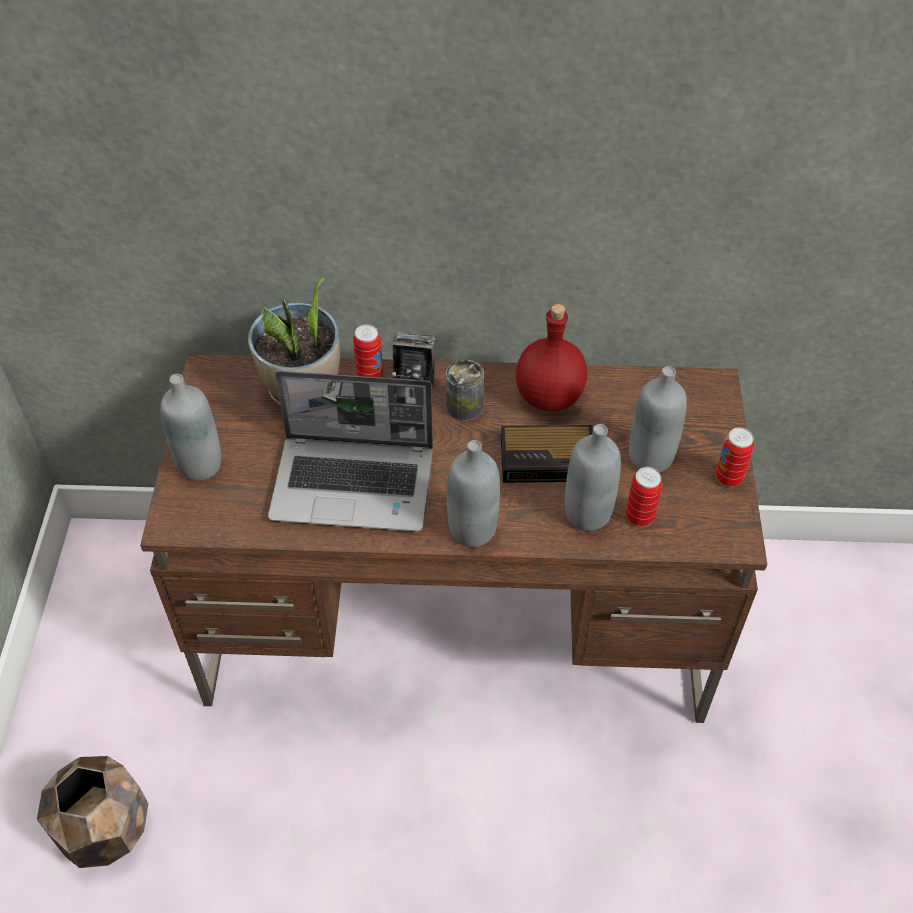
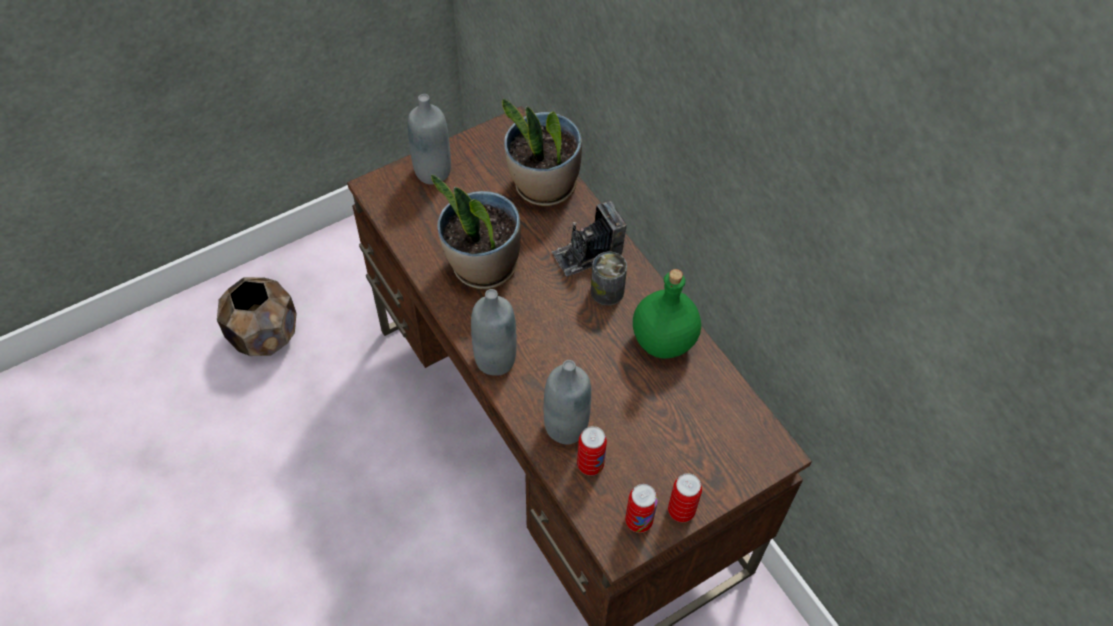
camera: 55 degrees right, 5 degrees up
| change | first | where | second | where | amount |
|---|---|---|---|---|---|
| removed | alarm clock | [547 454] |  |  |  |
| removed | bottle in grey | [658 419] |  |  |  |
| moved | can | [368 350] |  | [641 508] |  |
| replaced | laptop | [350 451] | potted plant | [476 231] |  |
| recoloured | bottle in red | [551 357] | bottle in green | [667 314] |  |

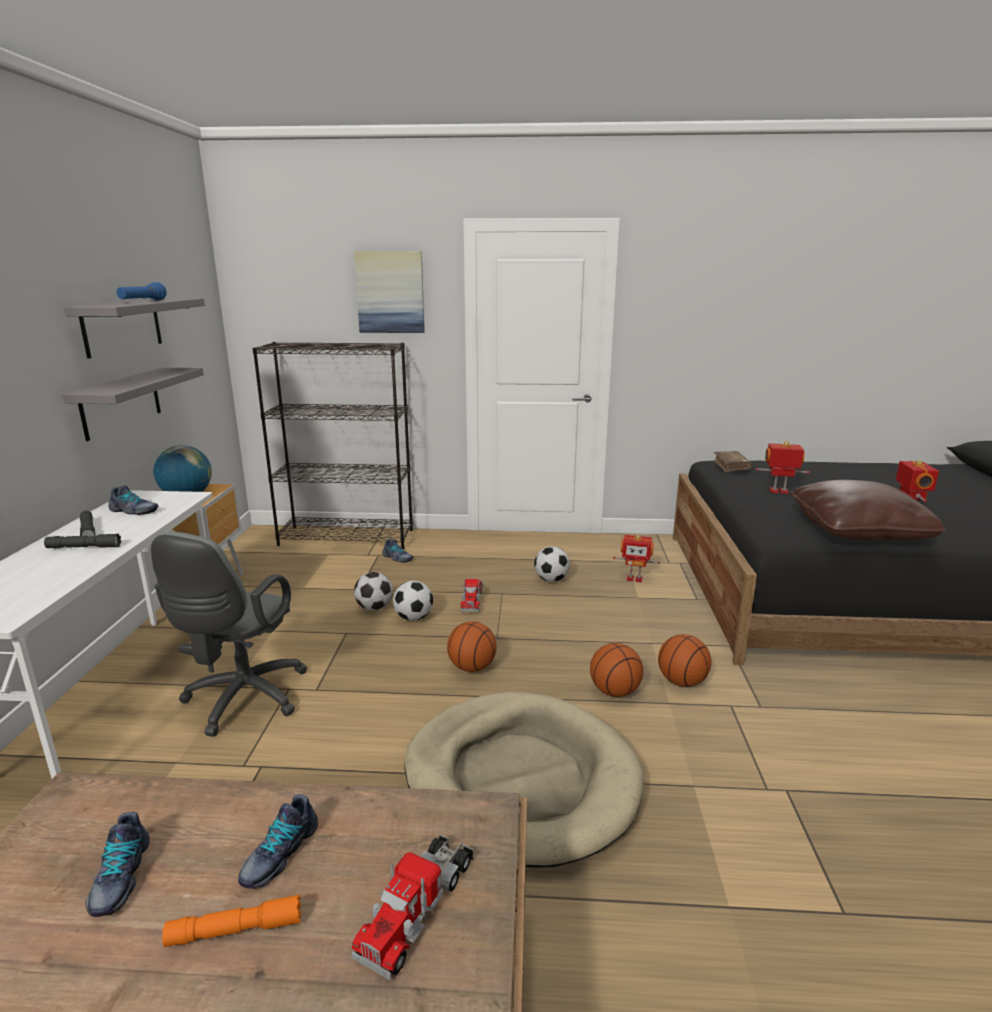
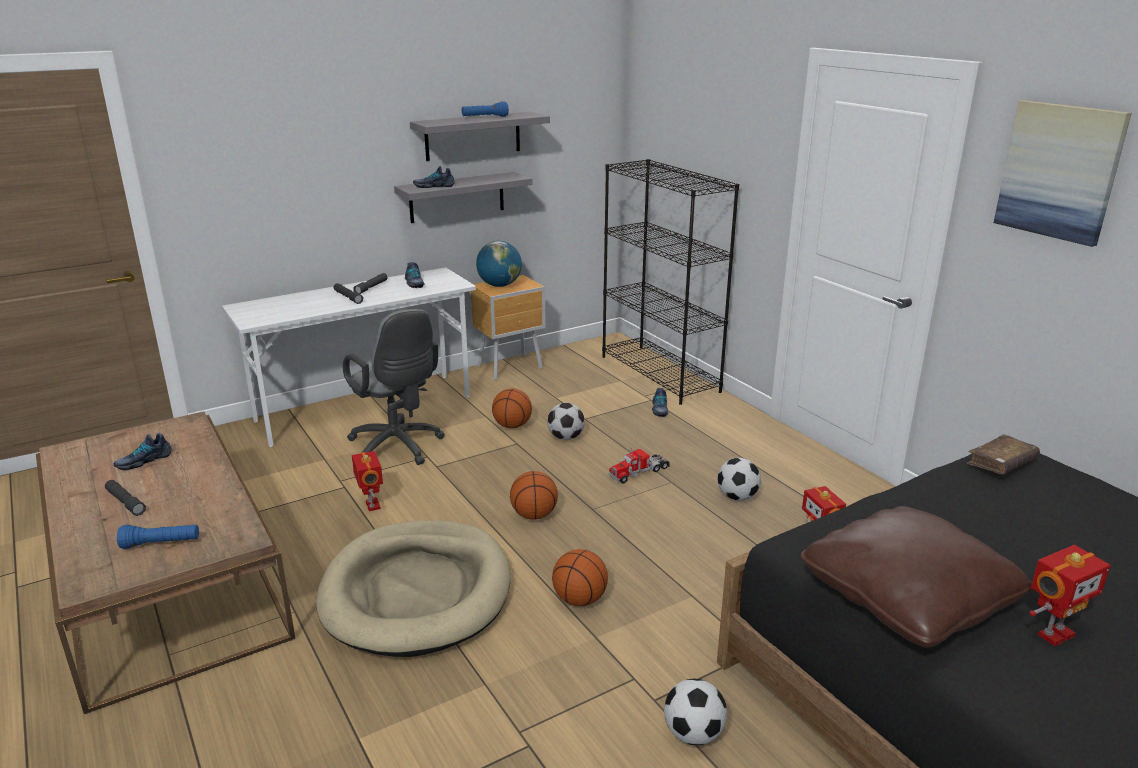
camera: 55 degrees right, 5 degrees up
| change | first | where | second | where | amount |
|---|---|---|---|---|---|
| moved | shoe | [278 841] |  | [434 177] |  |
| moved | picture | [389 292] |  | [1062 173] |  |
| moved | football | [413 601] |  | [695 712] |  |
| moved | basketball | [684 660] |  | [512 408] |  |
| moved | toy robot | [783 467] |  | [367 481] |  |
| replaced | toy truck | [412 907] | flashlight in blue | [158 537] |  |
| recoloured | flashlight in orange | [231 920] | flashlight in grey | [125 498] |  |
| turned | office chair in grey | [229 634] |  | [394 387] | 105 degrees counterclockwise |

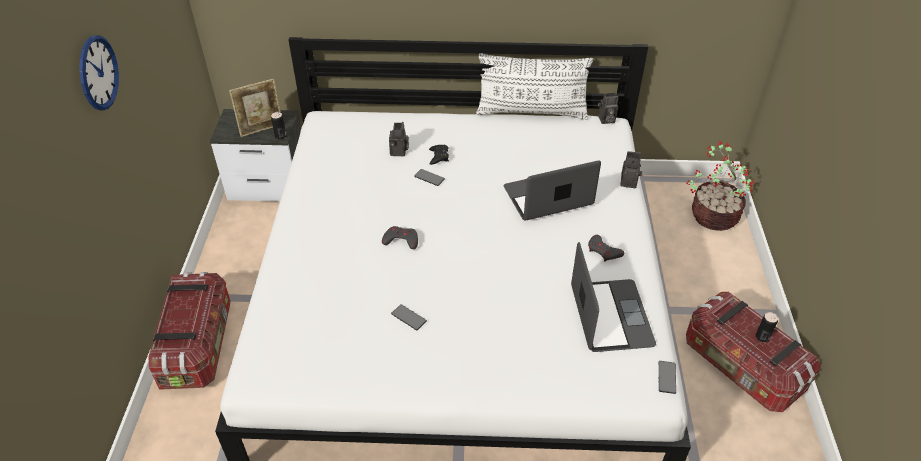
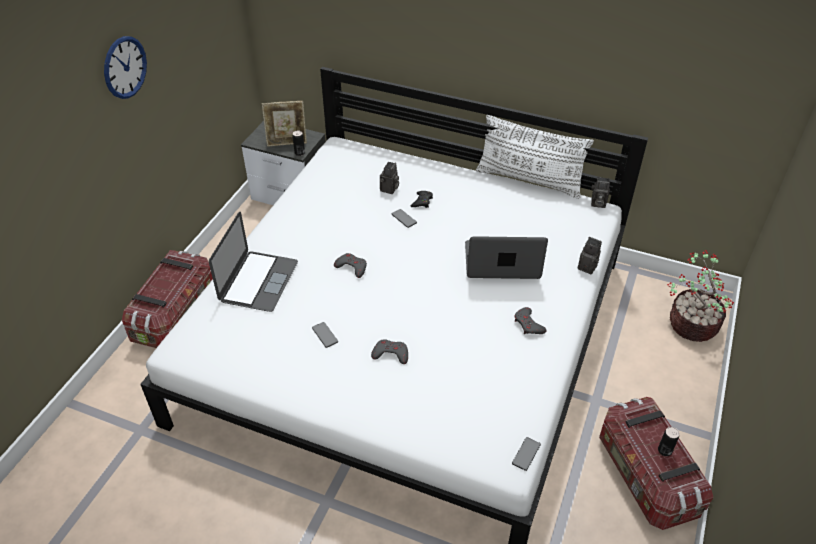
camera: 20 degrees right, 0 degrees up
| change | first | where | second | where | amount |
|---|---|---|---|---|---|
| added |  |  | game controller in grey | [389 351] |  |
| moved | laptop | [613 297] |  | [253 262] |  |

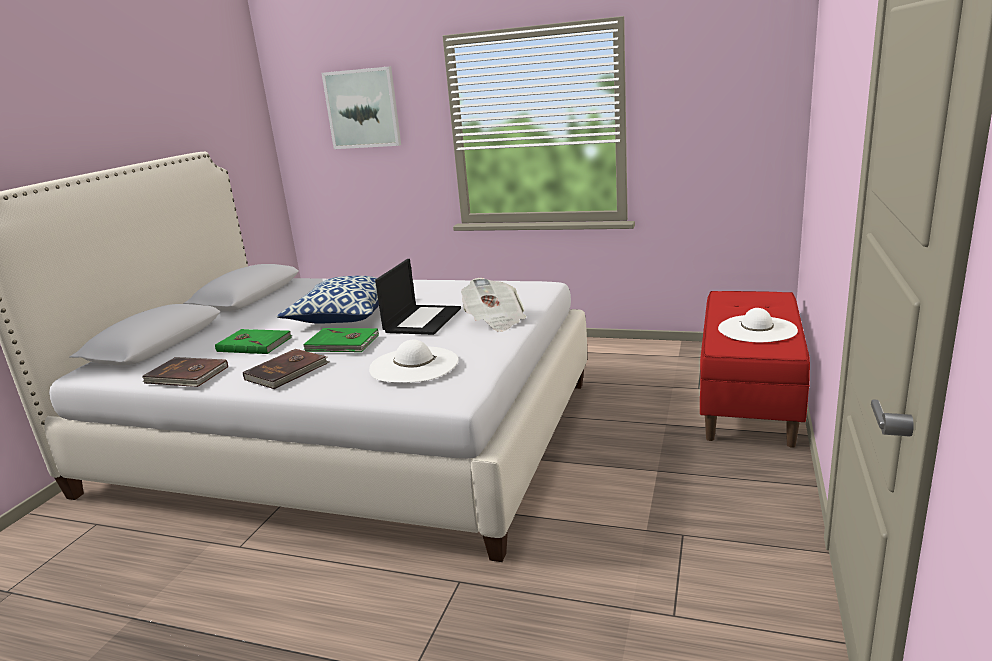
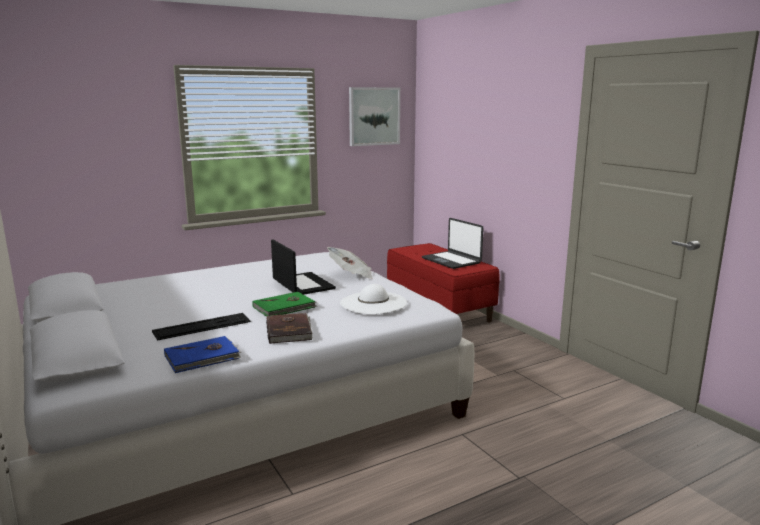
camera: 50 degrees left, 5 degrees down
| change | first | where | second | where | amount |
|---|---|---|---|---|---|
| removed | pillow | [328 300] |  |  |  |
| moved | picture | [361 107] |  | [374 116] |  |
| replaced | book in green | [253 341] | keyboard | [201 327] |  |
| replaced | hat in white | [758 325] | laptop | [453 243] |  |
| recoloured | book in brown | [185 372] | book in blue | [202 354] |  |

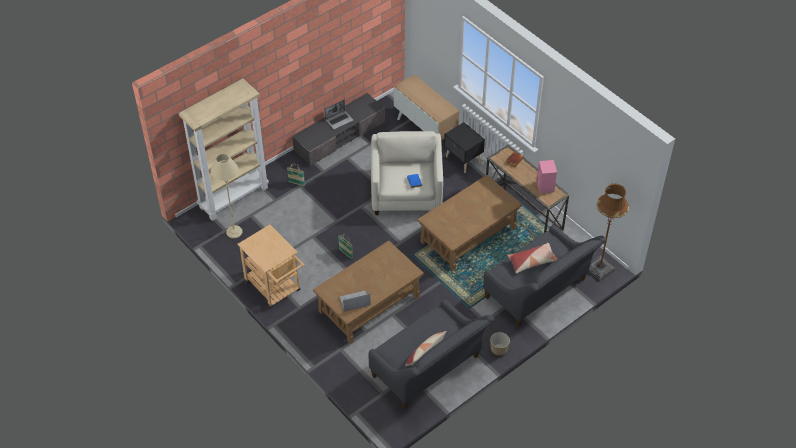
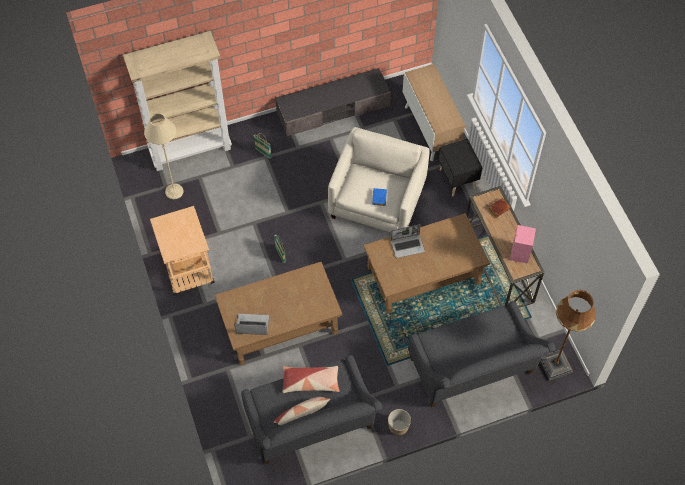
camera: 20 degrees right, 10 degrees up
| change | first | where | second | where | amount |
|---|---|---|---|---|---|
| moved | laptop | [338 114] |  | [407 241] |  |
| moved | pillow | [532 258] |  | [311 379] |  |

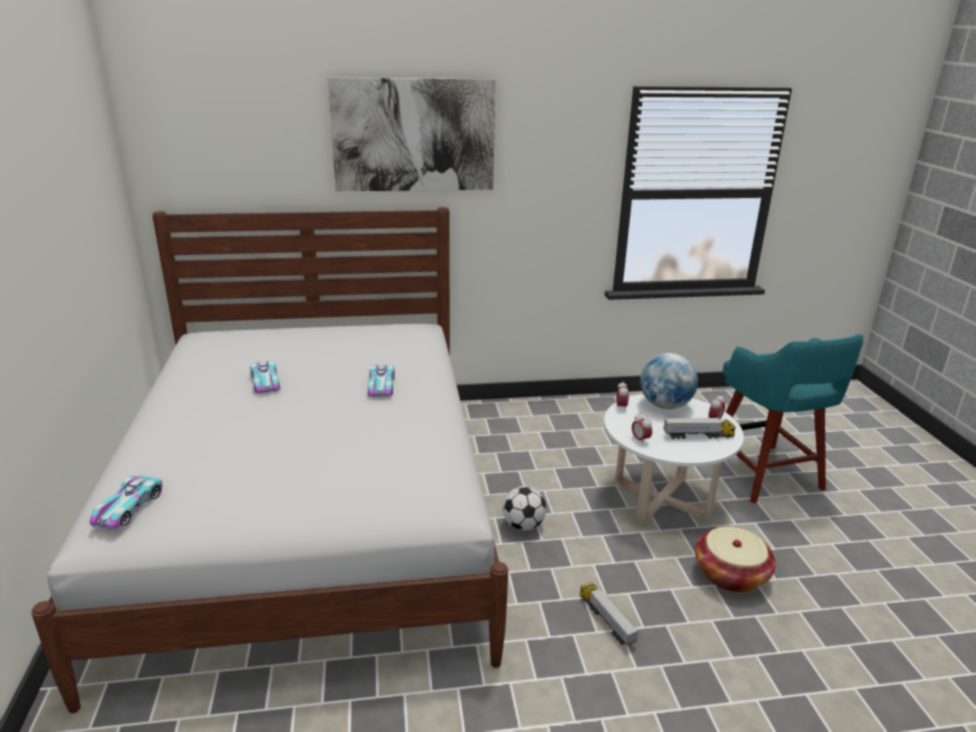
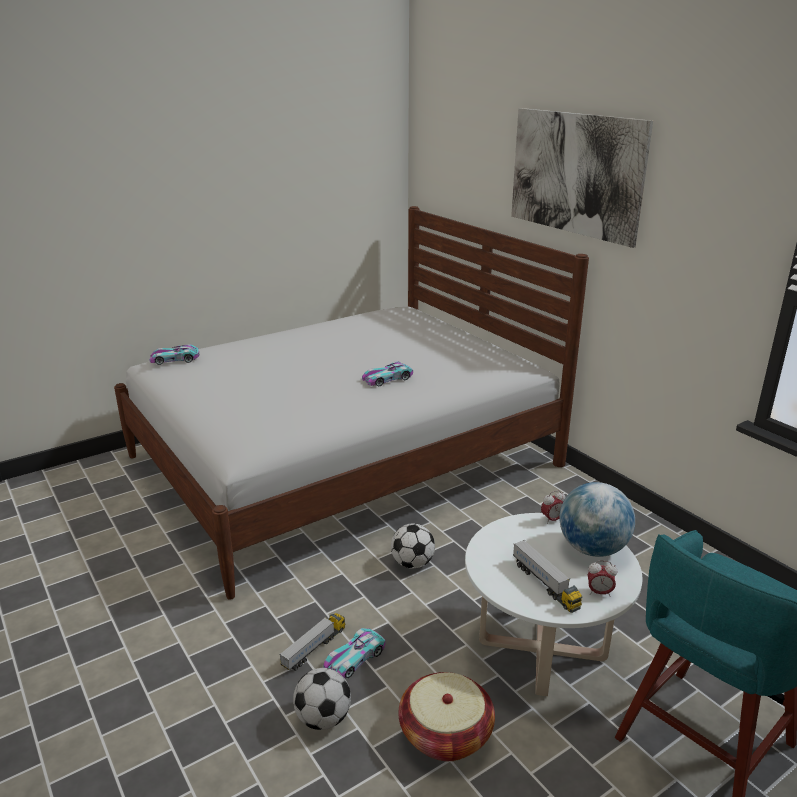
camera: 65 degrees right, 0 degrees up
| change | first | where | second | where | amount |
|---|---|---|---|---|---|
| removed | alarm clock | [642 428] |  |  |  |
| added |  |  | football | [322 699] |  |
| moved | toy car | [265 377] |  | [354 653] |  |

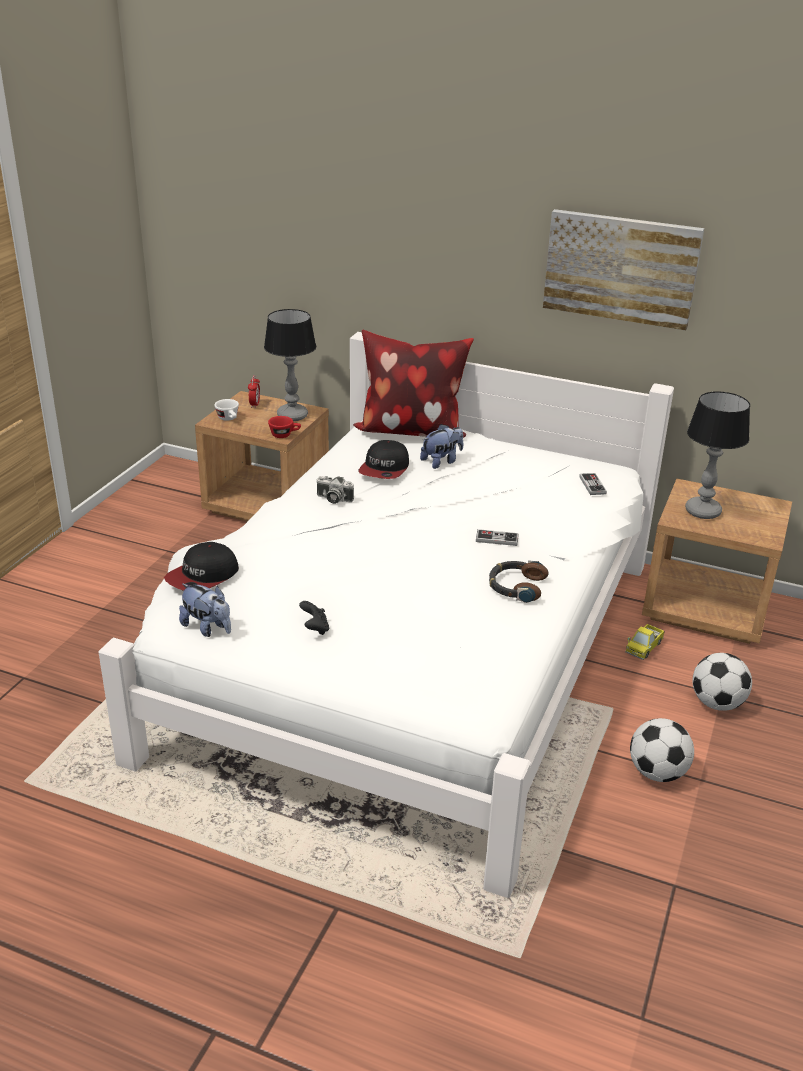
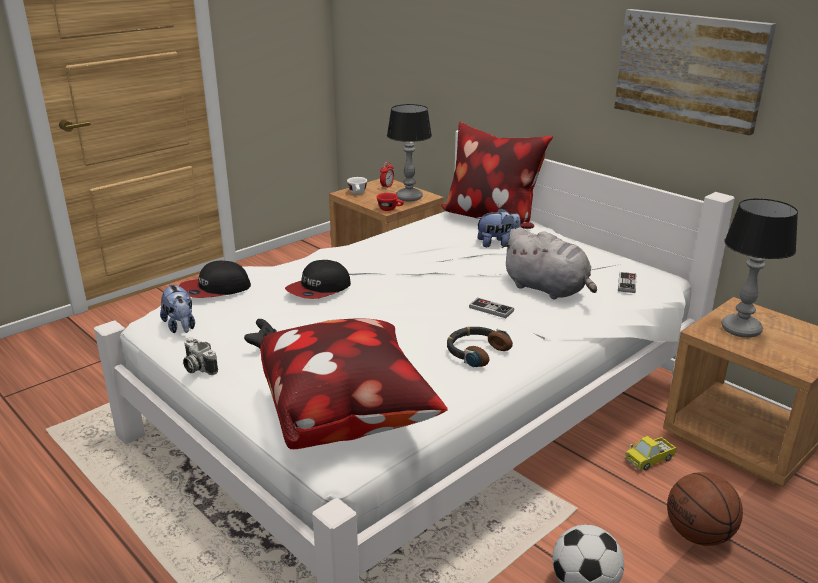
camera: 25 degrees right, 5 degrees down
| change | first | where | second | where | amount |
|---|---|---|---|---|---|
| added |  |  | pillow | [354 383] |  |
| added |  |  | plush toy in grey | [549 263] |  |
| moved | photo camera | [335 490] |  | [200 356] |  |
| moved | cap | [383 459] |  | [318 279] |  |
| replaced | football | [722 682] | basketball | [705 509] |  |

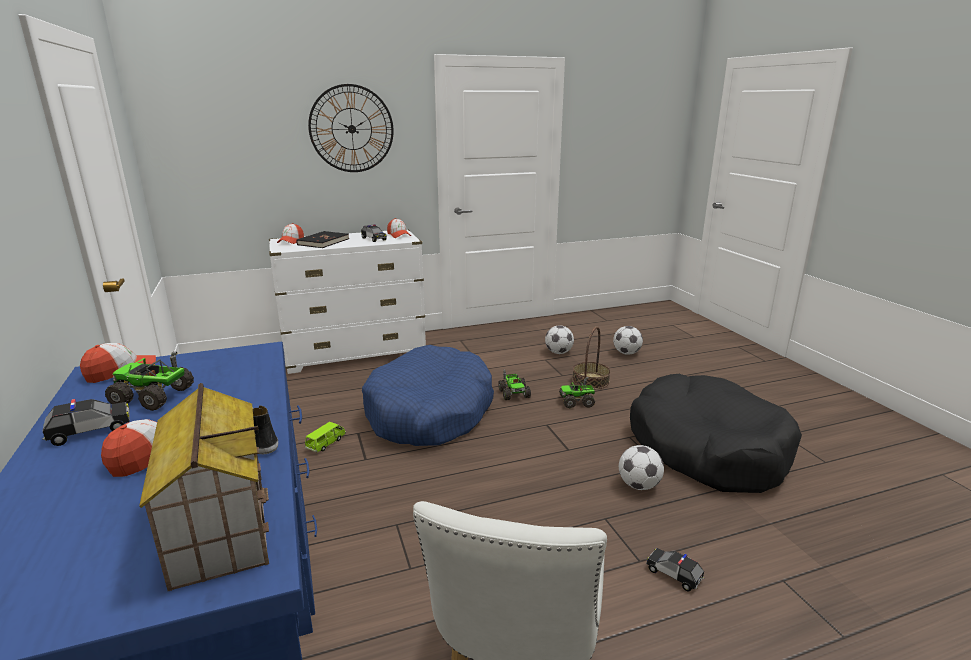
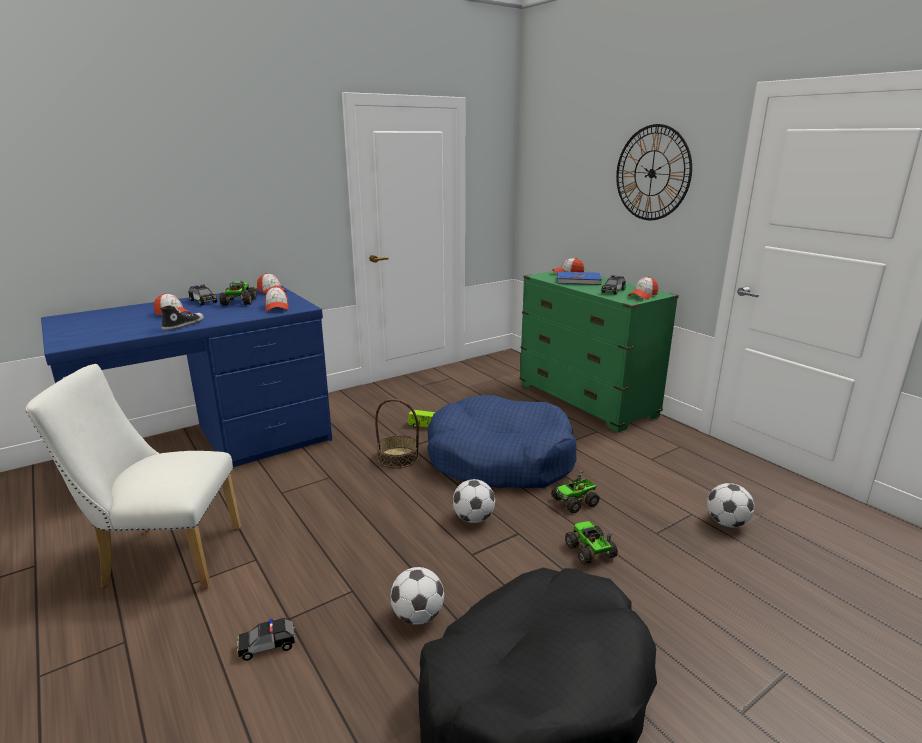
camera: 75 degrees right, 0 degrees up
| change | first | where | second | where | amount |
|---|---|---|---|---|---|
| removed | toy house | [204 487] |  |  |  |
| added |  |  | cap | [277 299] |  |
| moved | basket | [591 358] |  | [397 433] |  |
| moved | football | [628 340] |  | [473 501] |  |
| recoloured | dresser in white | [347 301] | dresser in green | [599 352] |  |
| recoloured | book in black | [322 239] | book in blue | [580 278] |  |
| turned | toy car | [675 570] |  | [267 639] | 135 degrees counterclockwise |

